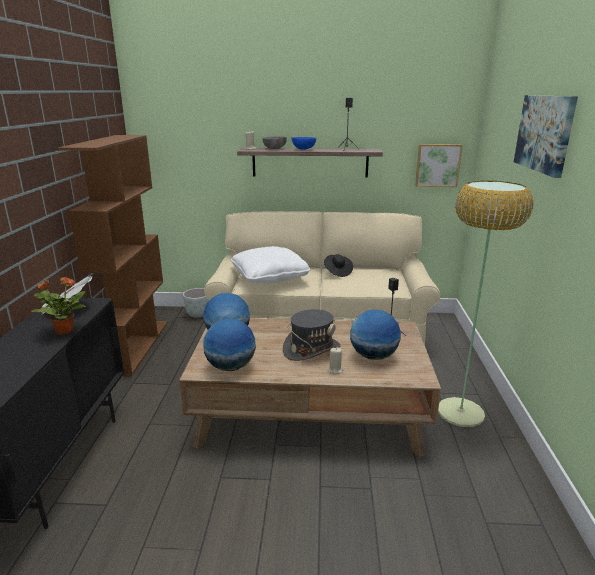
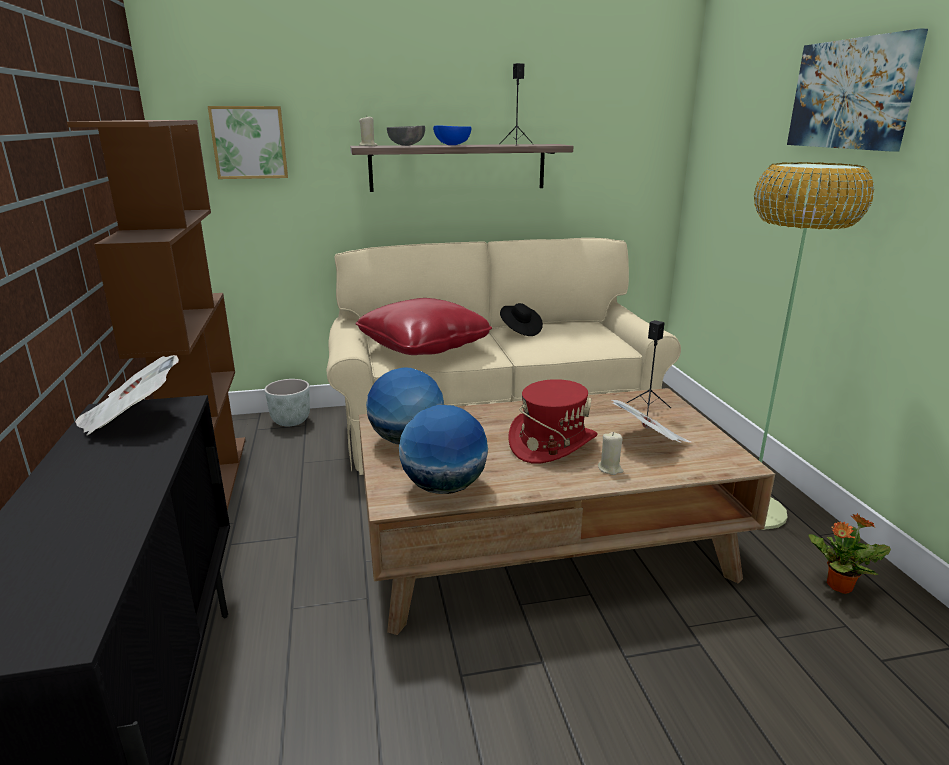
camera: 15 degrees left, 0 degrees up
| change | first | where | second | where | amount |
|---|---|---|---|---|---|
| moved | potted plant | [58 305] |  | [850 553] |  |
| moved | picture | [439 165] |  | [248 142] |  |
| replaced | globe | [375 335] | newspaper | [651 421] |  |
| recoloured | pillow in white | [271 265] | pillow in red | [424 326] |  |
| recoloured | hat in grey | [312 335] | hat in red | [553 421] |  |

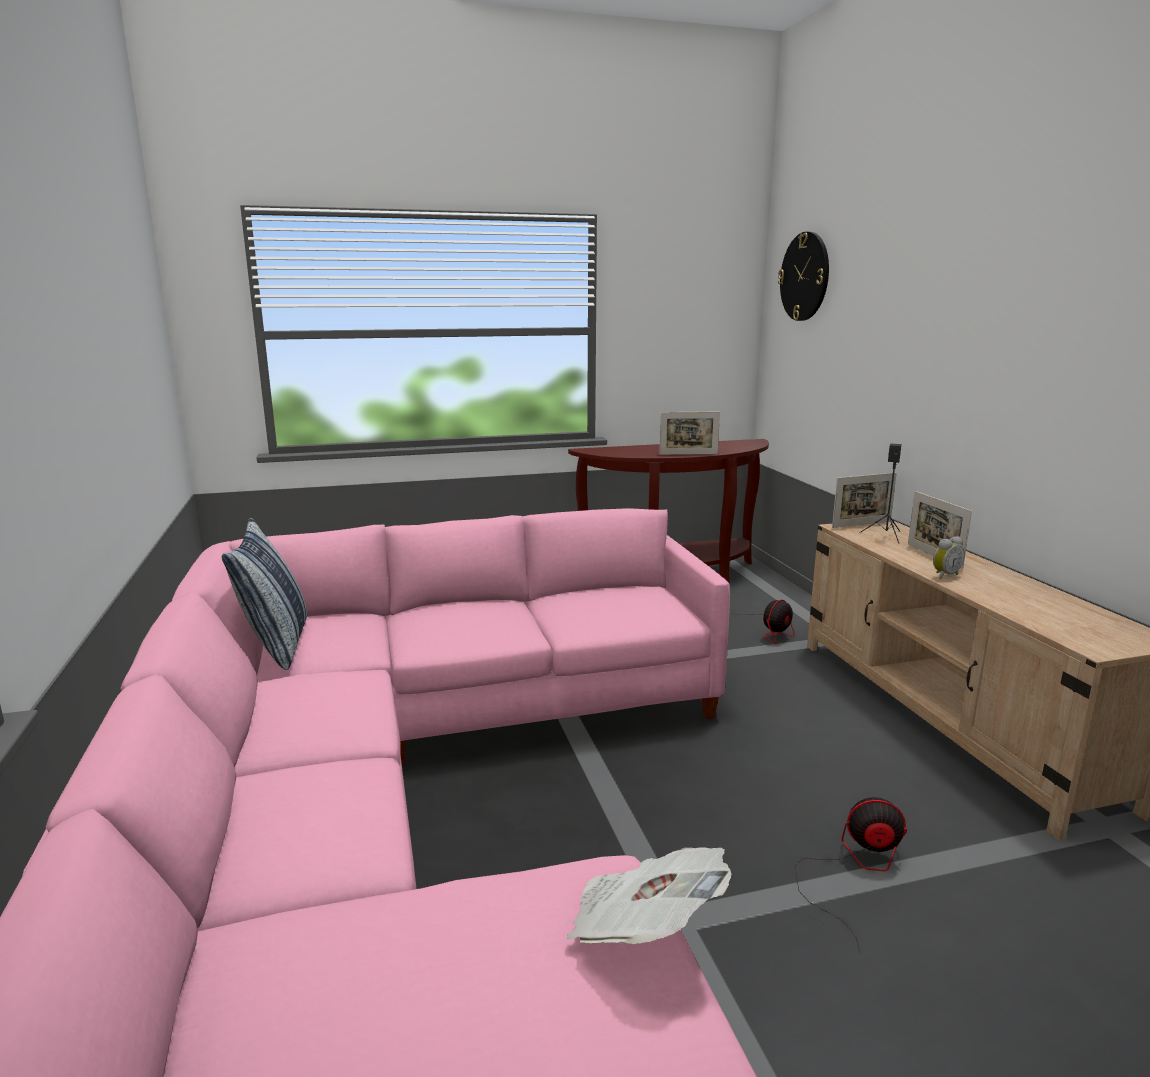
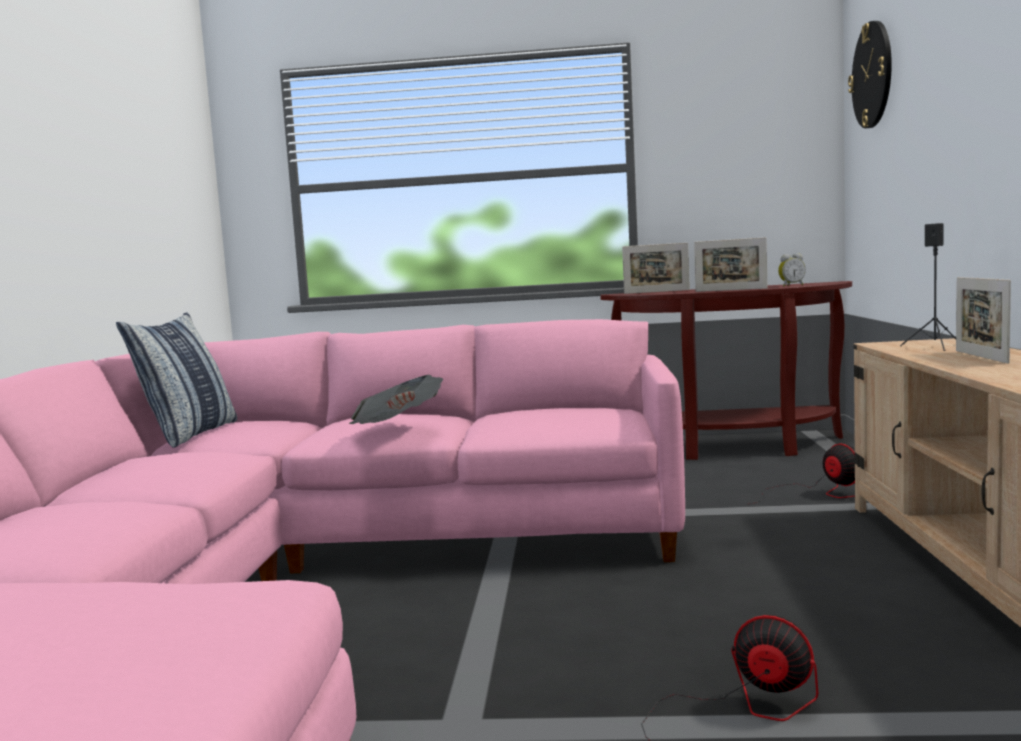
camera: 20 degrees right, 10 degrees down
| change | first | where | second | where | amount |
|---|---|---|---|---|---|
| moved | newspaper | [649 895] |  | [396 399] |  |
| moved | picture frame | [864 500] |  | [656 268] |  |
| moved | alarm clock | [949 557] |  | [792 269] |  |
| turned | fan | [762 622] |  | [801 474] | 90 degrees counterclockwise |

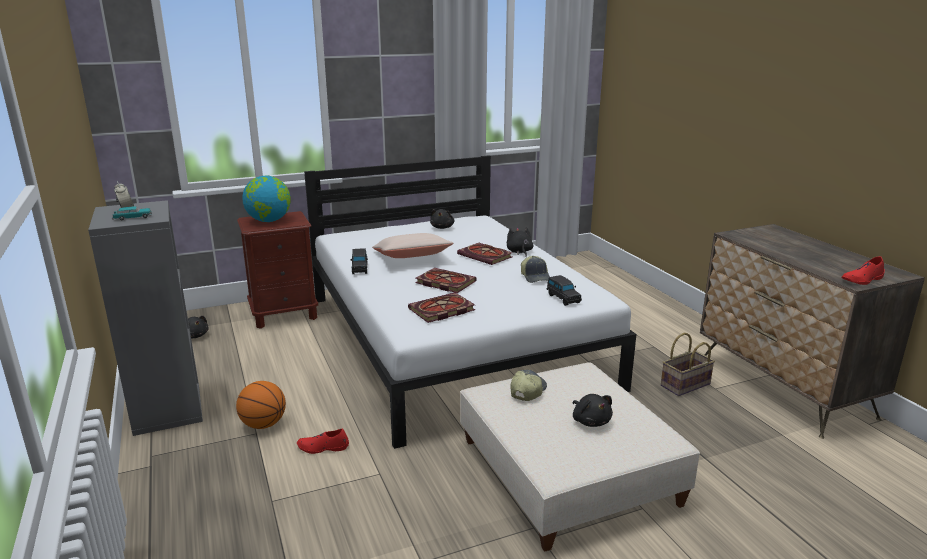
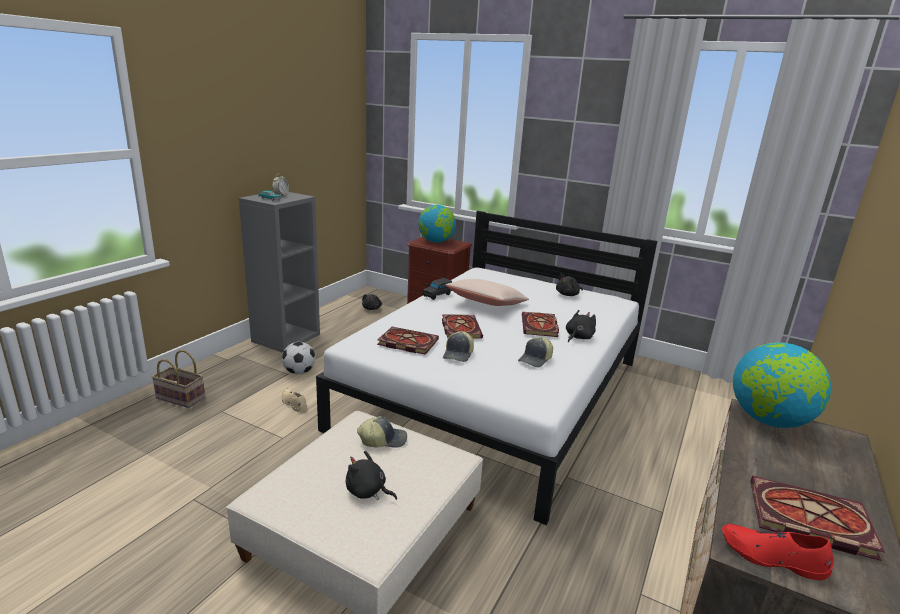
camera: 50 degrees right, 0 degrees up
| change | first | where | second | where | amount |
|---|---|---|---|---|---|
| removed | toy car in black | [564 290] |  |  |  |
| added |  |  | cap | [458 346] |  |
| added |  |  | globe | [782 385] |  |
| added |  |  | book | [817 518] |  |
| moved | basket | [688 364] |  | [178 379] |  |
| replaced | basketball | [261 405] | football | [299 358] |  |
| recoloured | shoe in red | [323 441] | shoe in beige | [294 400] |  |
| turned | plush toy in black | [593 410] |  | [371 475] | 90 degrees clockwise |

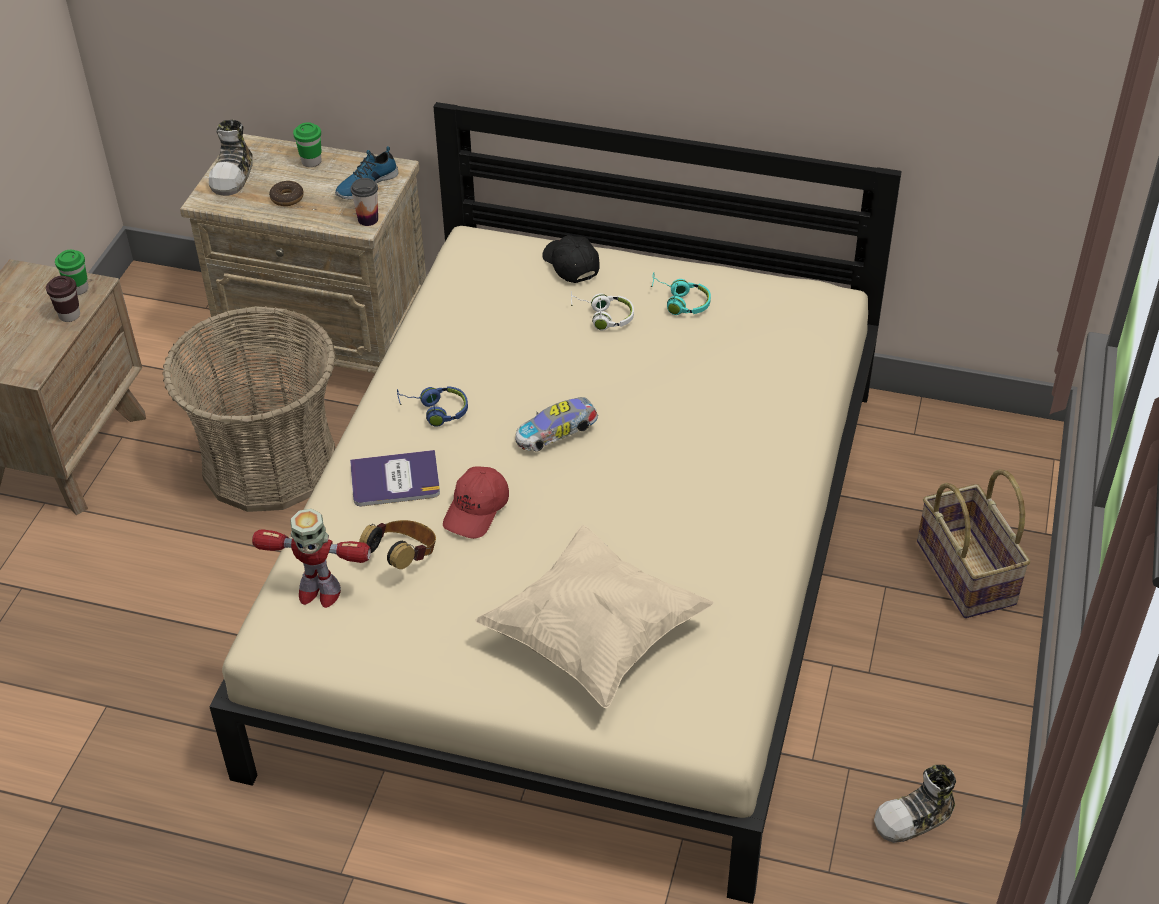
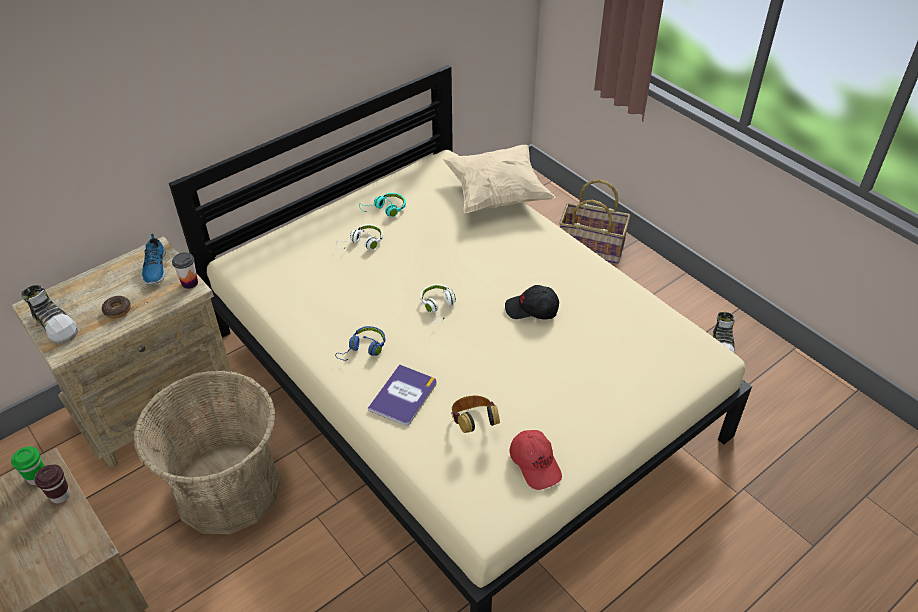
camera: 55 degrees left, 0 degrees up
| change | first | where | second | where | amount |
|---|---|---|---|---|---|
| removed | toy robot | [311 558] |  |  |  |
| removed | cup in green | [307 144] |  |  |  |
| moved | cap in red | [476 503] |  | [536 460] |  |
| moved | pillow in beige | [594 616] |  | [499 179] |  |
| moved | cap in black | [571 259] |  | [532 302] |  |
| replaced | toy car | [556 424] | headphones in white | [438 303] |  |

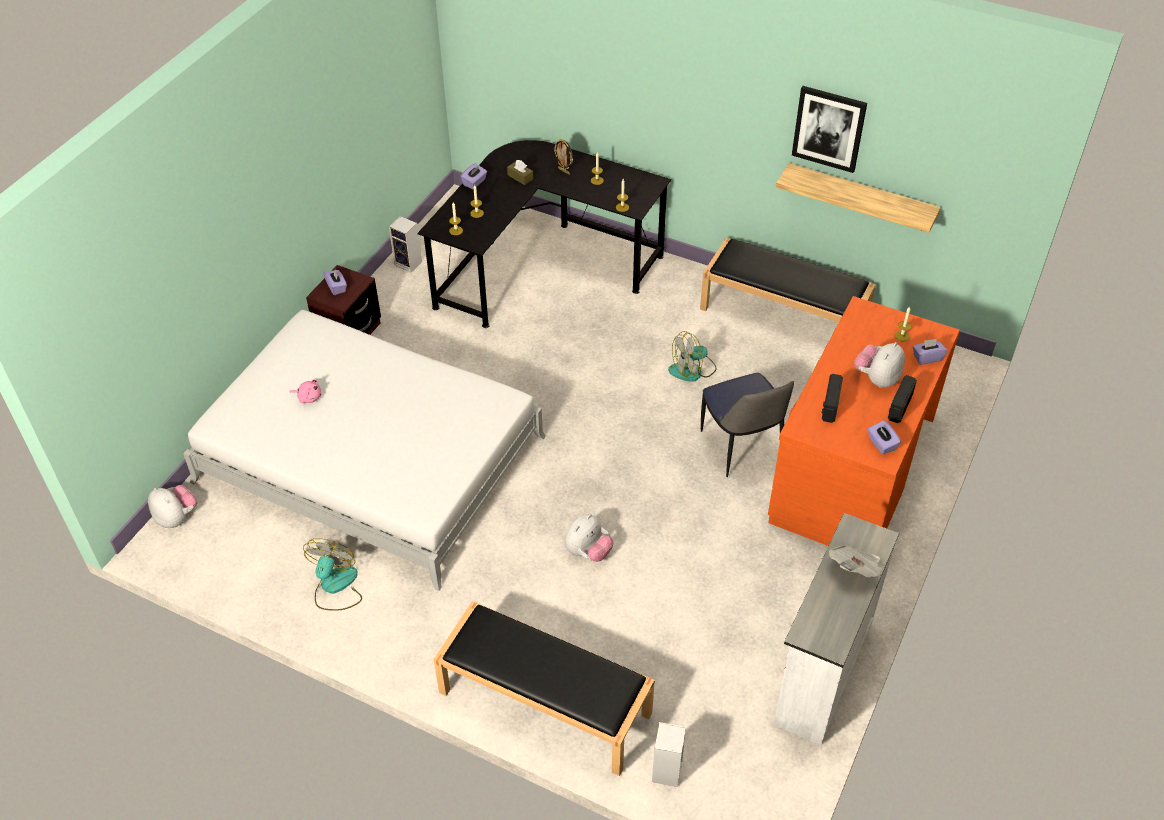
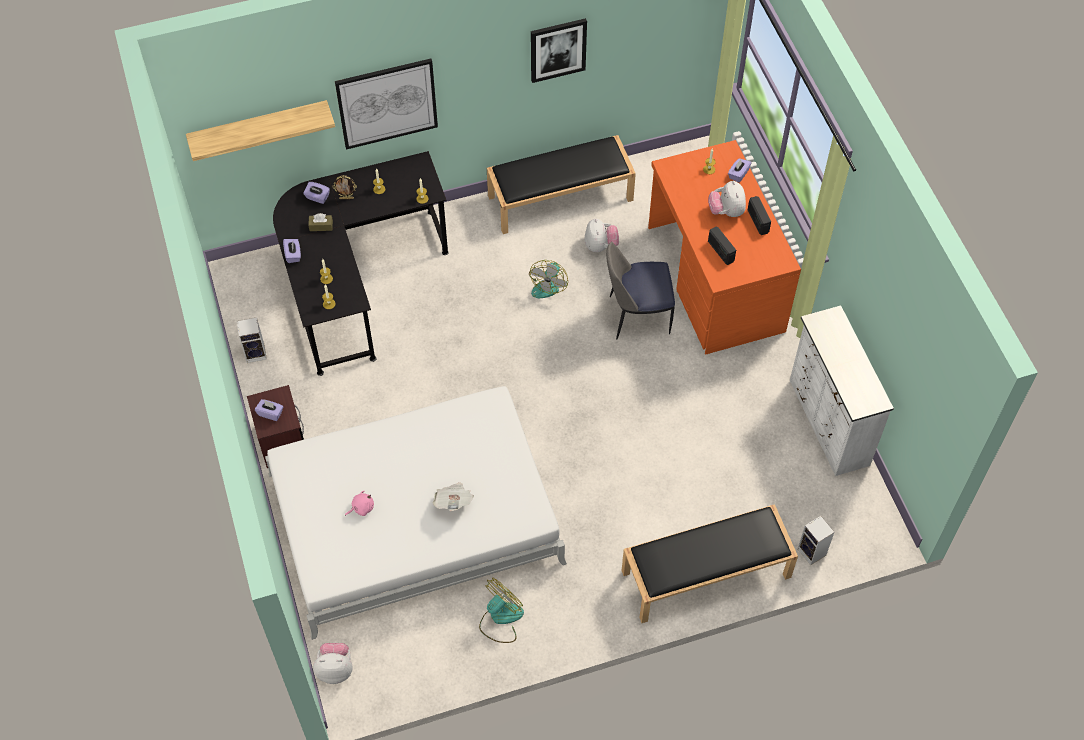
camera: 45 degrees left, 10 degrees up
| change | first | where | second | where | amount |
|---|---|---|---|---|---|
| added |  |  | picture | [386 104] |  |
| moved | plush toy | [589 538] |  | [602 235] |  |
| moved | shelf | [858 198] |  | [260 130] |  |
| moved | newspaper | [855 561] |  | [453 496] |  |
| moved | tissue box in purple | [884 437] |  | [316 193] |  |
| turned | fan | [332 574] |  | [501 610] | 75 degrees clockwise |
| turned | chair | [747 425] |  | [640 291] | 150 degrees clockwise |

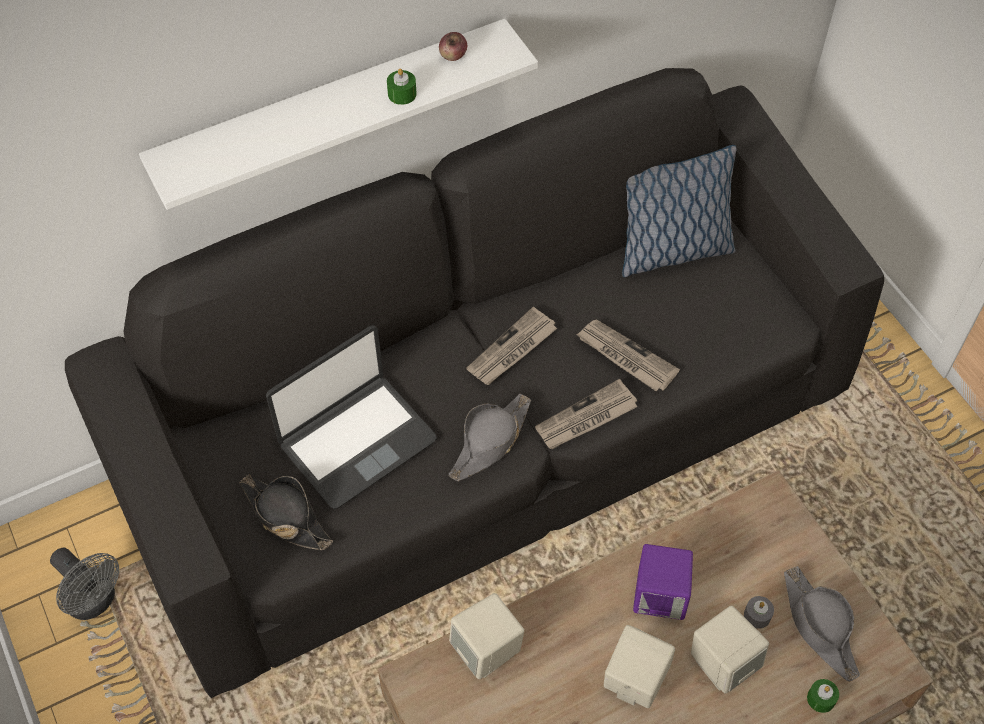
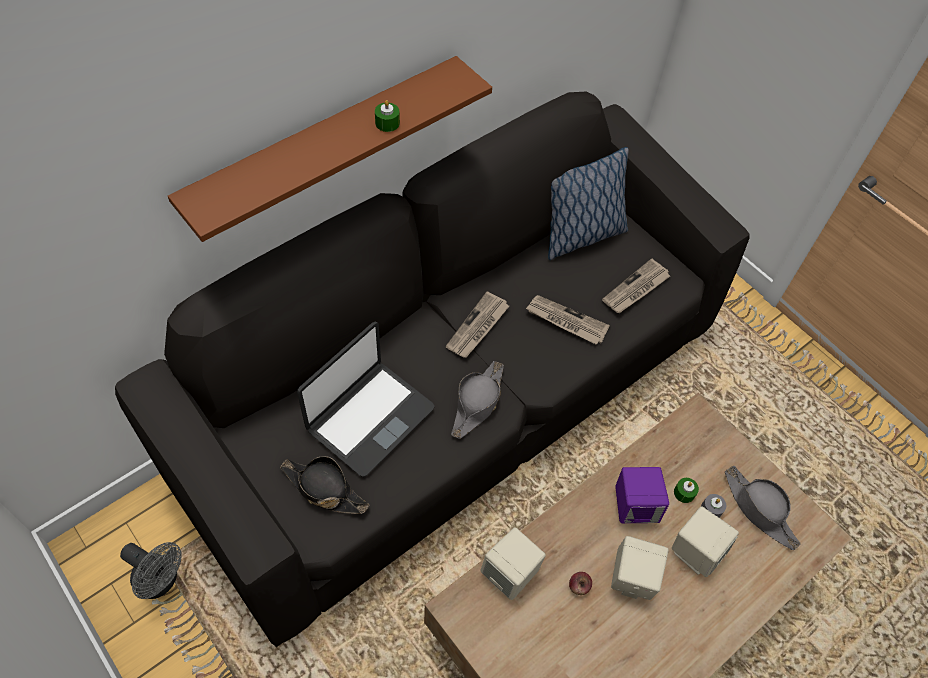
camera: 15 degrees left, 0 degrees up
| change | first | where | second | where | amount |
|---|---|---|---|---|---|
| moved | apple | [453 46] |  | [580 583] |  |
| moved | newspaper | [586 414] |  | [636 286] |  |
| moved | candle in green | [823 696] |  | [686 490] |  |
| recoloured | shelf in white | [338 114] | shelf in brown | [330 149] |  |

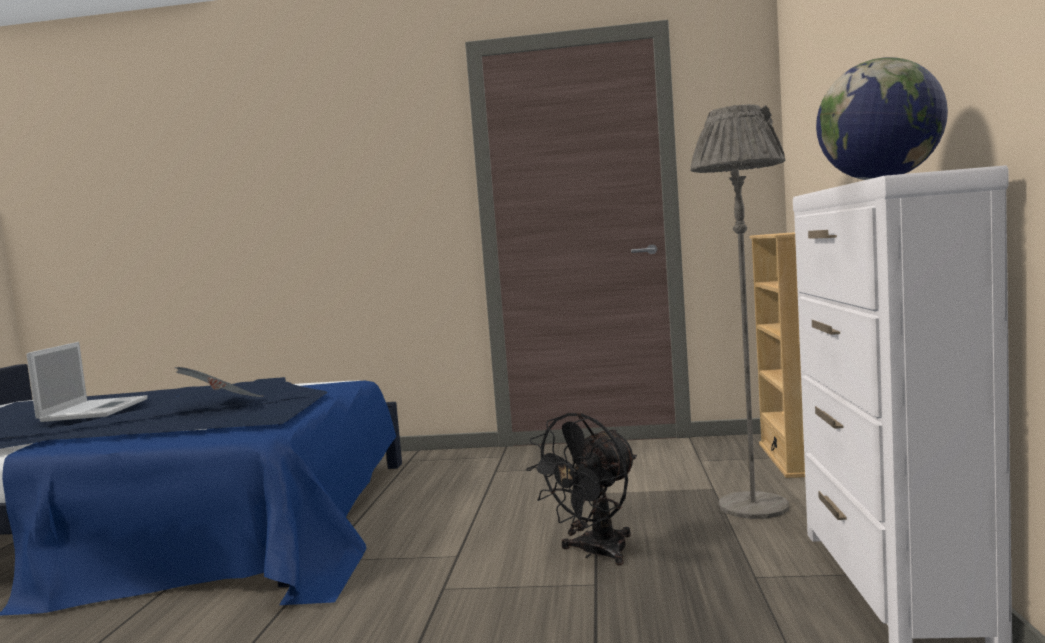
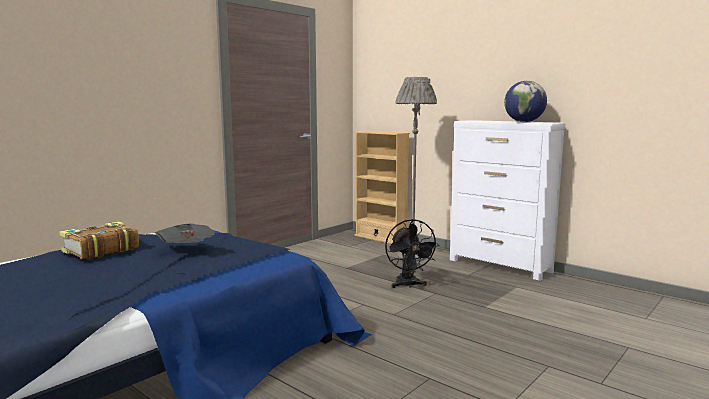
camera: 55 degrees left, 5 degrees up
| change | first | where | second | where | amount |
|---|---|---|---|---|---|
| removed | laptop | [87 382] |  |  |  |
| added |  |  | book | [99 240] |  |

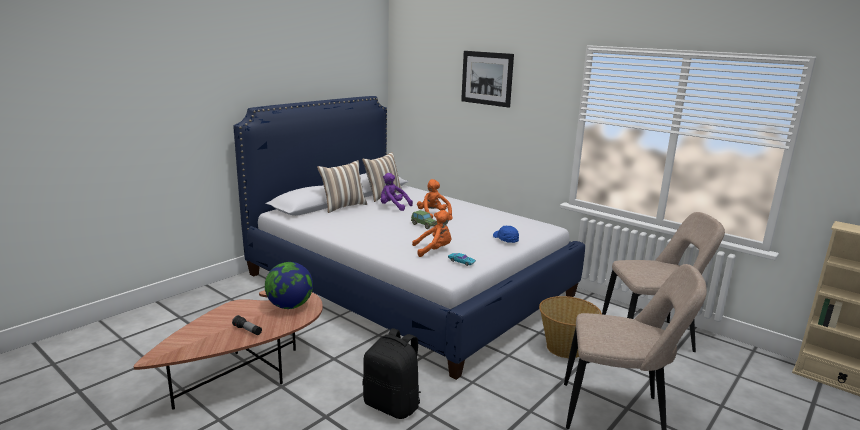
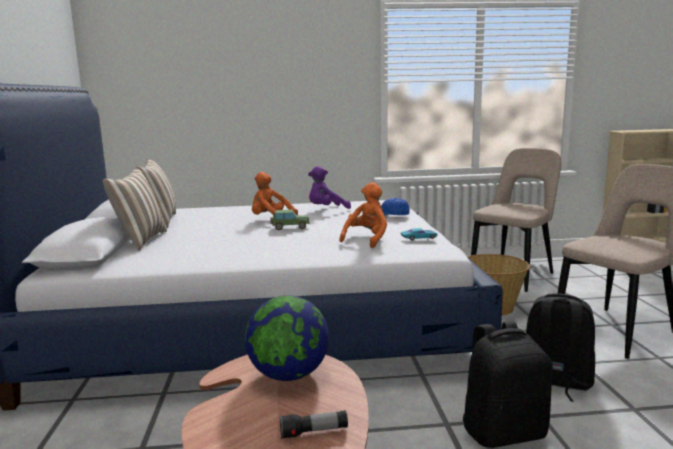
camera: 45 degrees left, 5 degrees down
| change | first | where | second | where | amount |
|---|---|---|---|---|---|
| removed | picture | [487 79] |  |  |  |
| added |  |  | backpack in black | [560 347] |  |
| moved | plush toy in purple | [397 192] |  | [329 187] |  |

